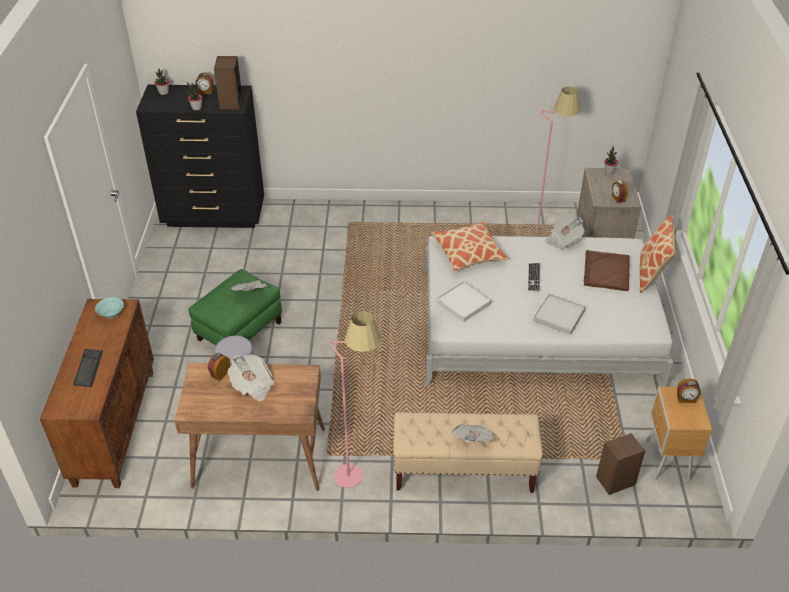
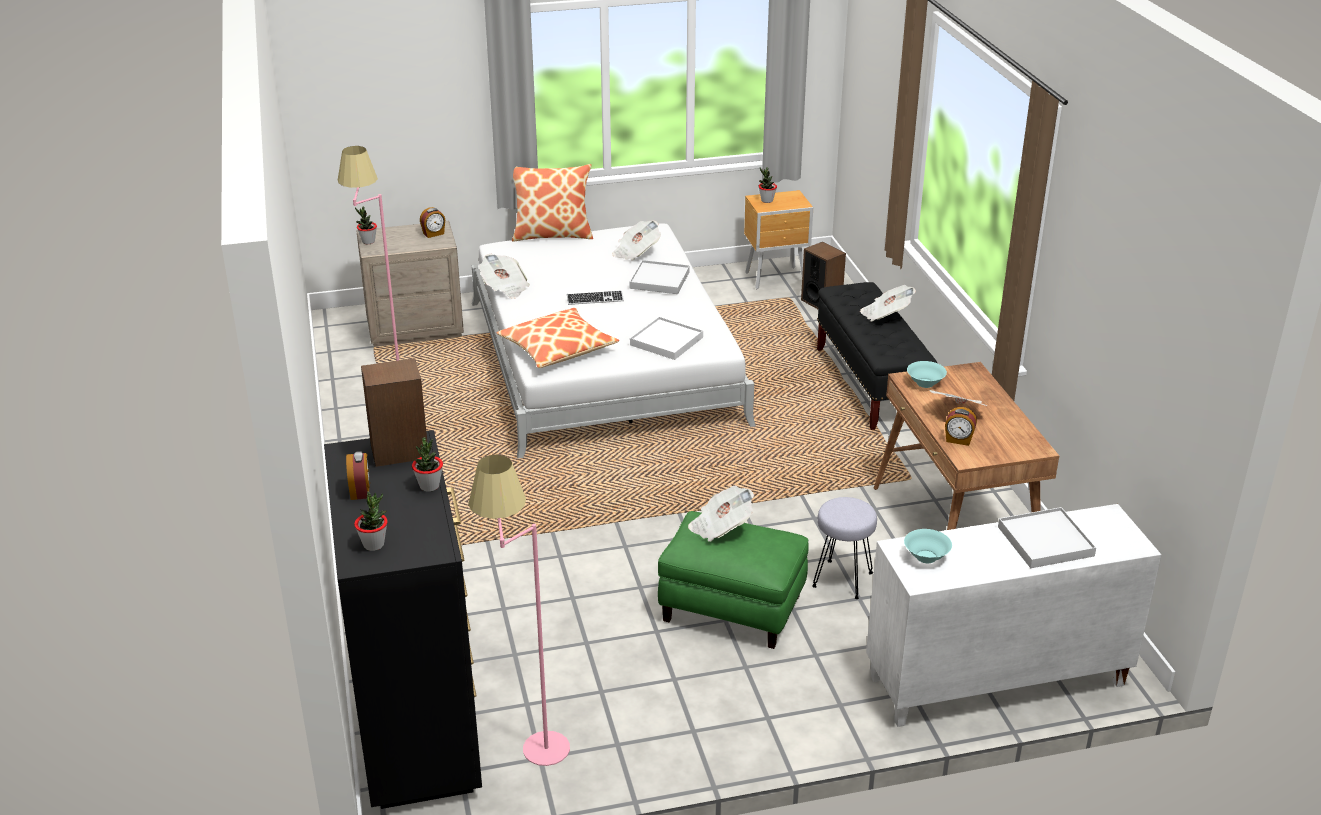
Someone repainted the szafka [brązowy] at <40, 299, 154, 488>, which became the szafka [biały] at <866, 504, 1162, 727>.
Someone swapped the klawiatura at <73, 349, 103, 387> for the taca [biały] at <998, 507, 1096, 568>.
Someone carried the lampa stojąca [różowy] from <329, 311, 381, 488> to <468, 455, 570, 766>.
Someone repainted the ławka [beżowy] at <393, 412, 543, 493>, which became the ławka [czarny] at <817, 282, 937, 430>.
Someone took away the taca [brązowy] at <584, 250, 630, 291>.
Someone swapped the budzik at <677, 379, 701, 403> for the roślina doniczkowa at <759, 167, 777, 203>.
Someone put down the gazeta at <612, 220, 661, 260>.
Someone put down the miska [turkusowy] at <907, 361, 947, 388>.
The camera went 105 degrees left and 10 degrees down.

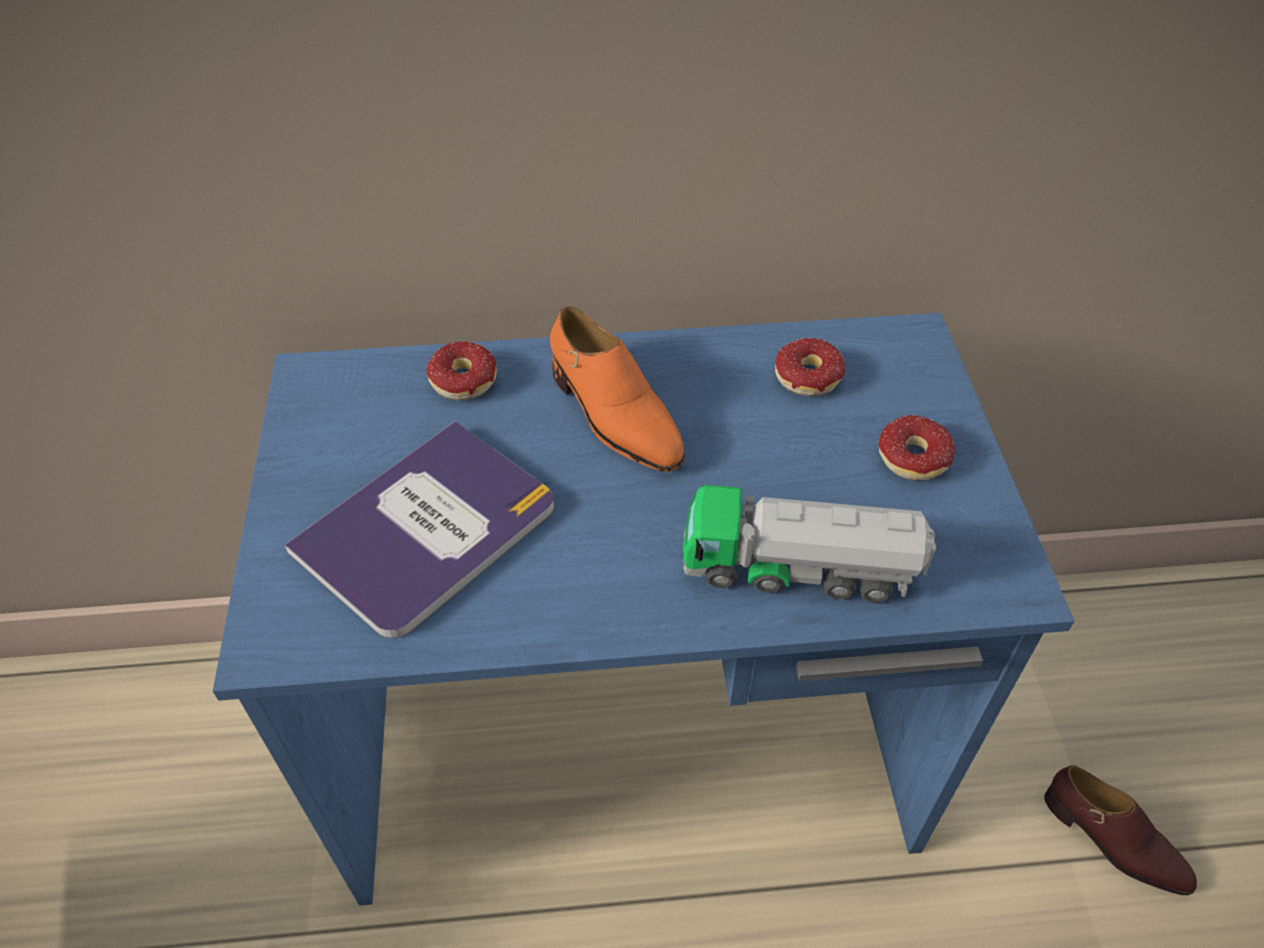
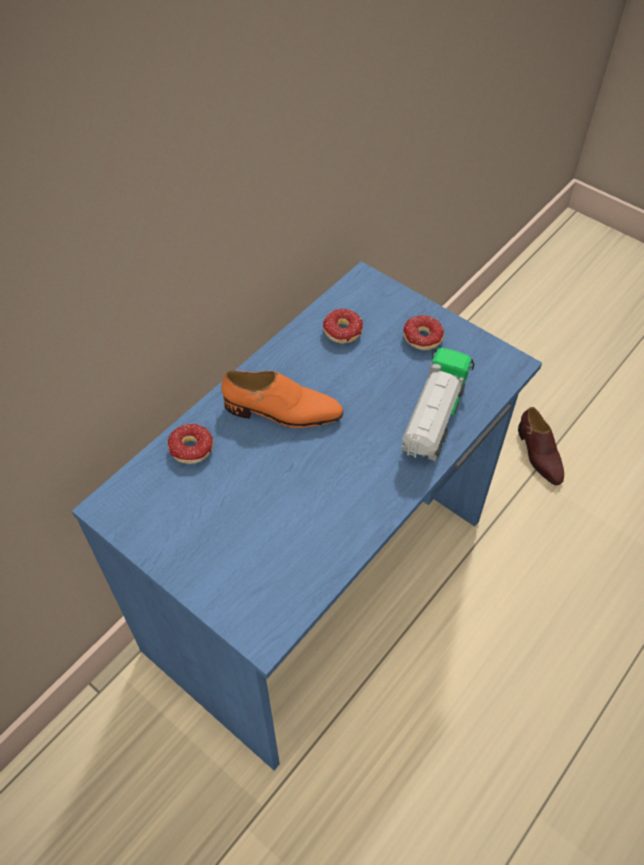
Someone took away the książka at <285, 421, 554, 639>.
Someone rotated the ciężarówka zabawkowa at <683, 484, 936, 603> by 150 degrees clockwise.
Someone rotated the but [brązowy] at <1044, 765, 1197, 895> by 75 degrees clockwise.
The camera went 45 degrees left and 5 degrees up.

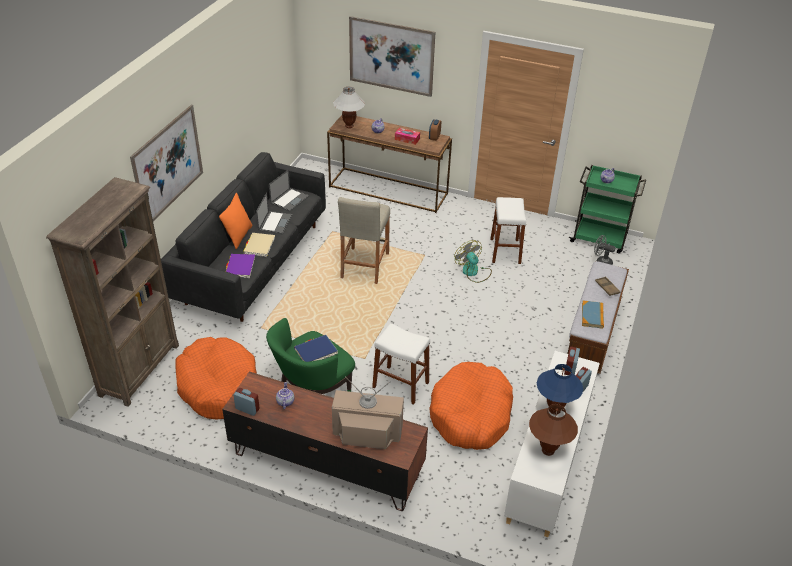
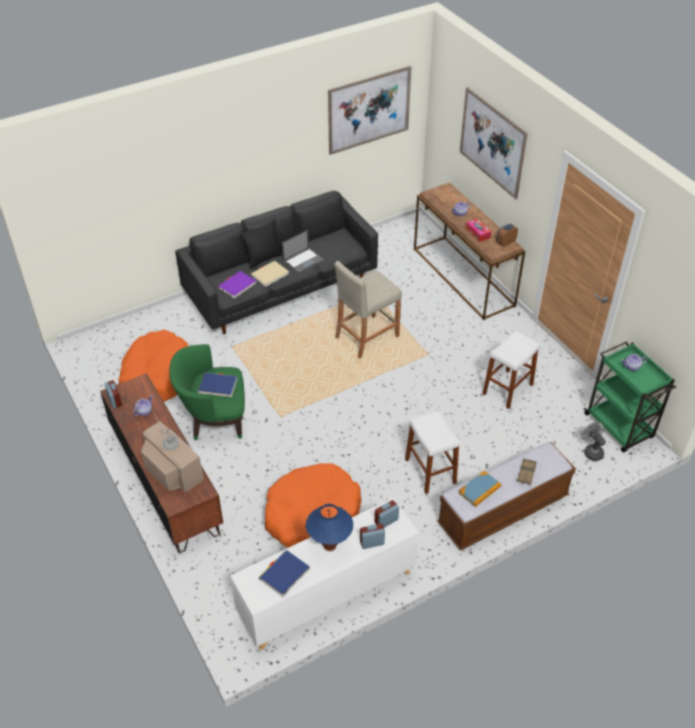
Someone took away the regał [brązowy] at <46, 177, 179, 407>.
Someone carried the obraz from <130, 105, 203, 221> to <328, 66, 412, 155>.
Someone repainted the poduszka [pomarańczowy] at <219, 193, 252, 249>, which became the poduszka [czarny] at <240, 219, 283, 269>.
Someone took away the laptop at <269, 170, 309, 212>.
Someone took away the lampa stołowa [biały] at <333, 86, 365, 128>.
Someone carried the stołek [biały] from <372, 323, 430, 405> to <405, 410, 460, 494>.
Someone took away the wentylator at <454, 240, 492, 283>.
Someone swapped the lampa stołowa [brązowy] at <529, 404, 578, 456> for the książka [niebieski] at <259, 550, 310, 597>.
The camera went 40 degrees right and 5 degrees up.

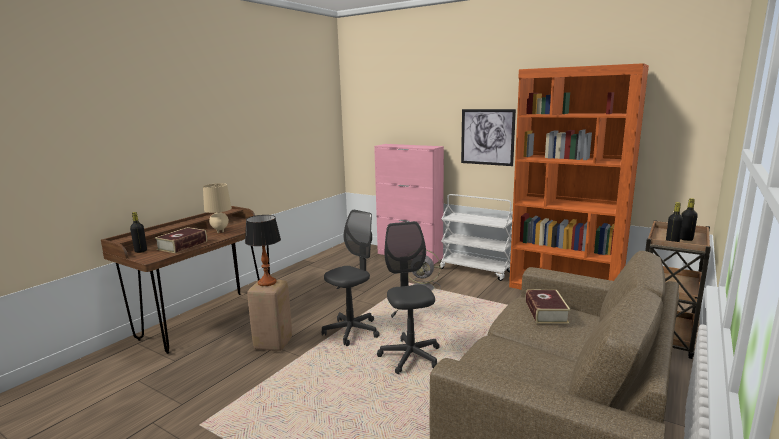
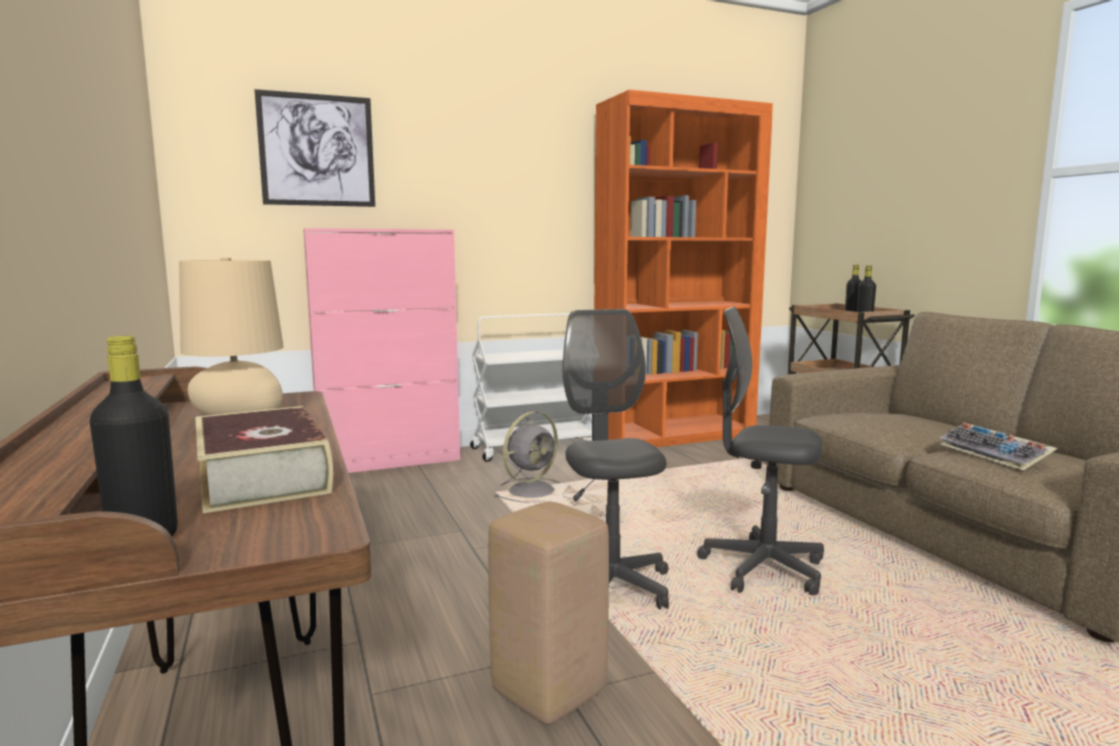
Someone took away the lampa stołowa at <245, 215, 281, 286>.
Someone carried the obraz from <461, 109, 516, 166> to <255, 89, 375, 207>.
Someone took away the książka at <526, 290, 570, 324>.
Someone put down the klawiatura at <940, 422, 1058, 470>.
The camera went 55 degrees left and 5 degrees down.

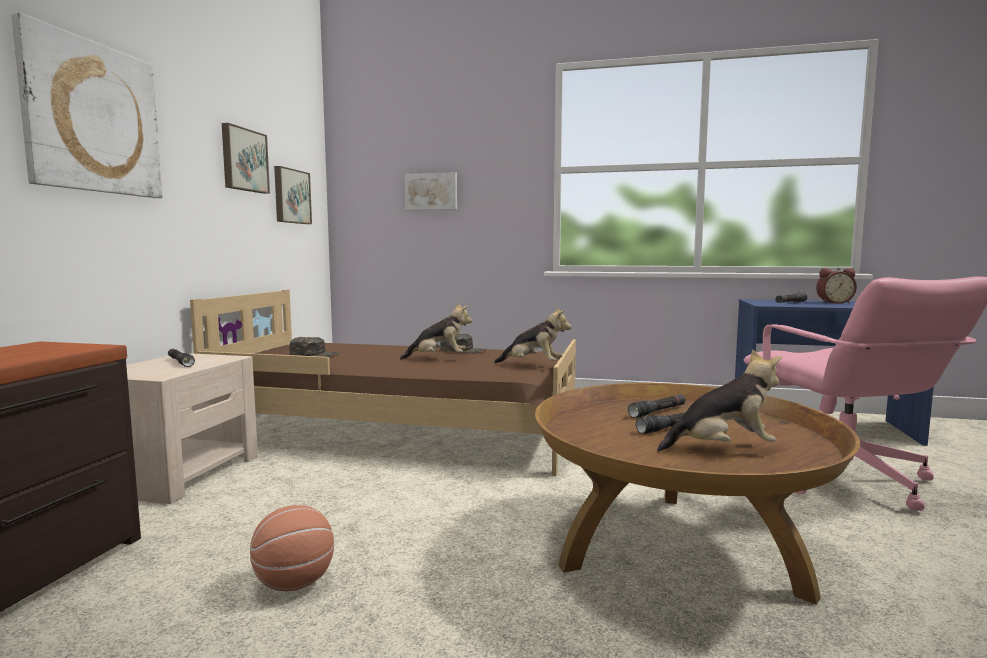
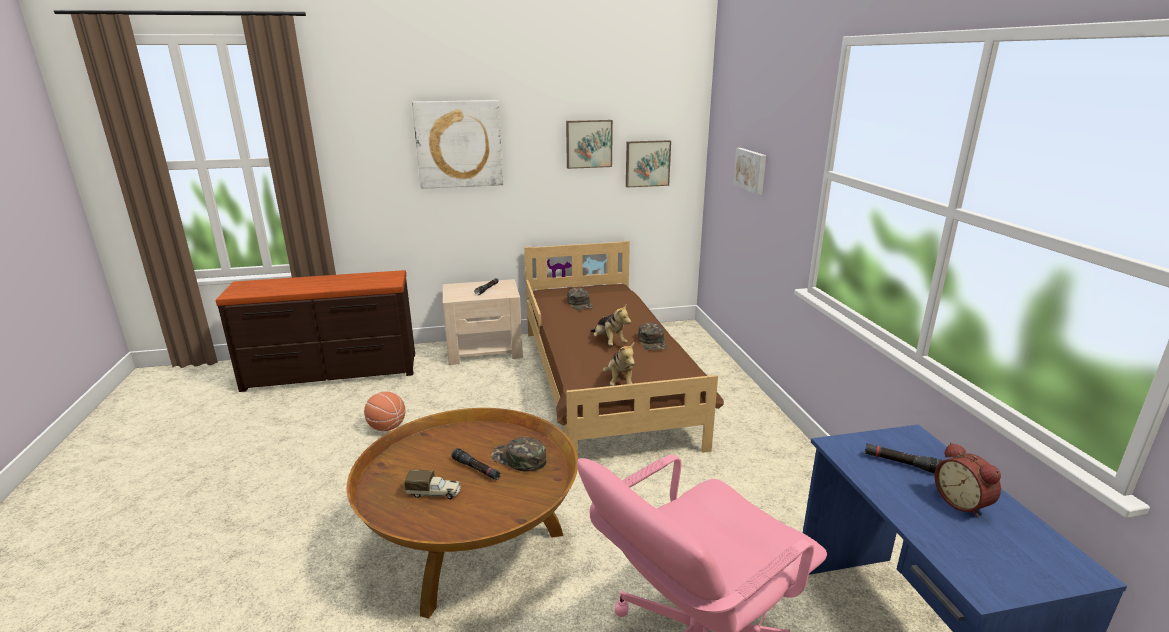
Someone swapped the latarka [czarny] at <628, 395, 686, 418> for the czapka z daszkiem [zielony] at <491, 437, 547, 472>.
Someone swapped the pluszak at <657, 349, 782, 452> for the ciężarówka zabawkowa at <404, 470, 461, 500>.
The camera went 65 degrees right and 15 degrees up.

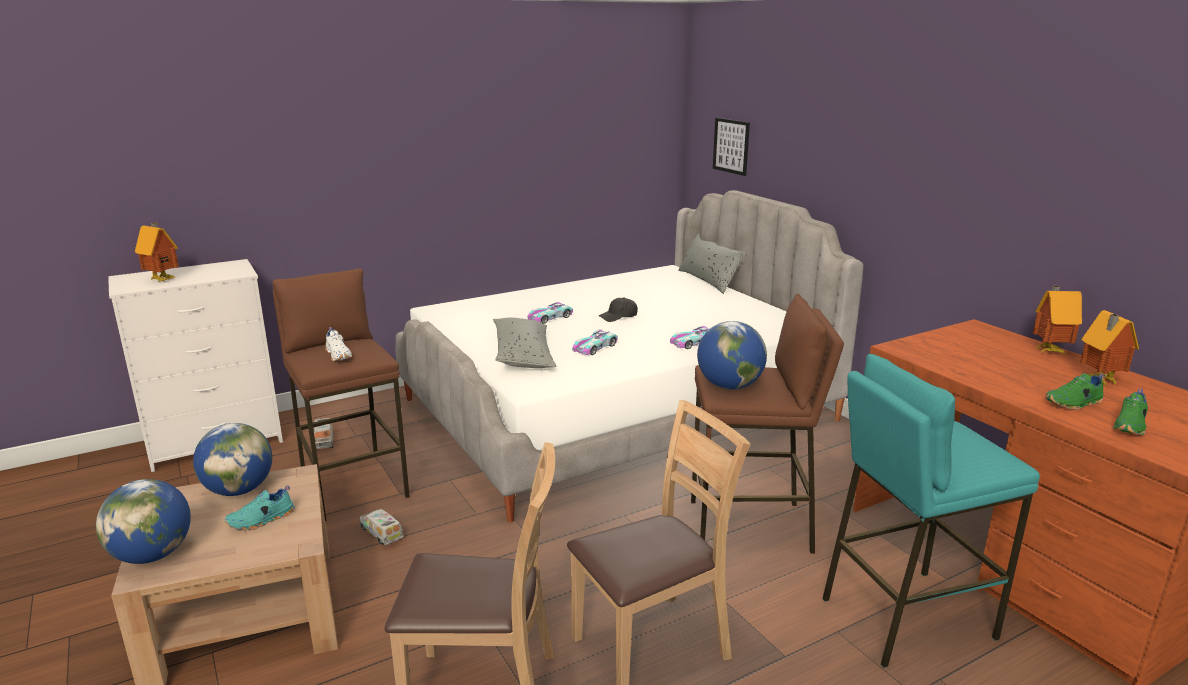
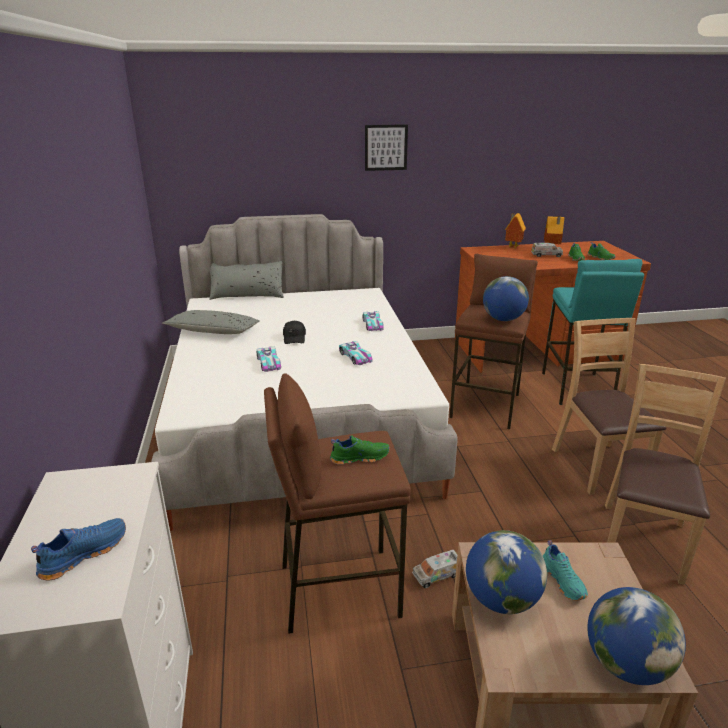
Someone swapped the domek at <135, 222, 179, 282> for the but [niebieski] at <31, 518, 126, 580>.
Someone carried the ciężarówka zabawkowa from <314, 418, 333, 450> to <531, 243, 563, 257>.
Someone repainted the but [biały] at <325, 327, 352, 361>, which became the but [zielony] at <330, 435, 389, 465>.
Someone carried the poduszka [szary] from <493, 318, 556, 368> to <163, 310, 260, 334>.
Someone carried the obraz from <713, 118, 750, 176> to <365, 124, 408, 171>.
The camera went 70 degrees left and 5 degrees up.

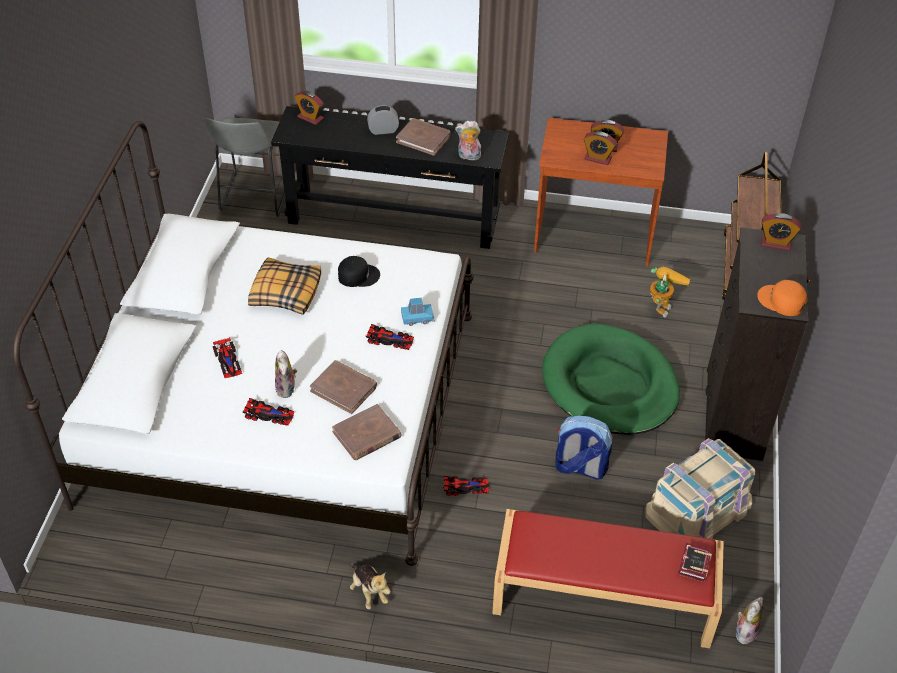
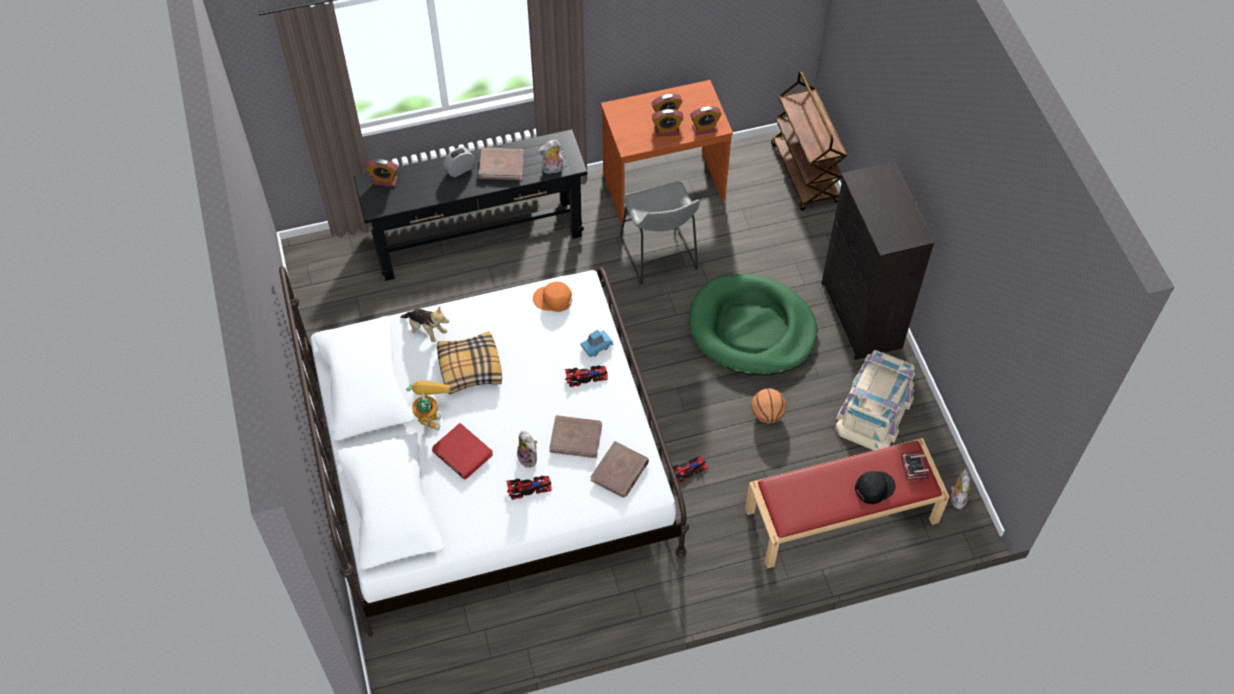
Someone carried the stołek [szary] from <205, 117, 285, 217> to <620, 182, 700, 285>.
Someone swapped the samochodzik at <213, 338, 242, 378> for the książka [czerwony] at <432, 423, 493, 479>.
Someone carried the czapka z daszkiem [czarny] from <338, 256, 380, 287> to <855, 471, 895, 504>.
Someone carried the pluszak from <349, 563, 391, 609> to <400, 306, 449, 342>.
Someone swapped the plecak at <555, 416, 612, 480> for the piłka do koszykówki at <751, 388, 786, 423>.
Someone carried the robot zabawkowy from <650, 267, 691, 317> to <406, 381, 451, 430>.
Someone carried the czapka z daszkiem [pomarańczowy] from <757, 280, 807, 316> to <533, 282, 572, 312>.
Someone carried the budzik from <761, 213, 801, 251> to <690, 106, 722, 135>.
The camera went 25 degrees left and 10 degrees up.

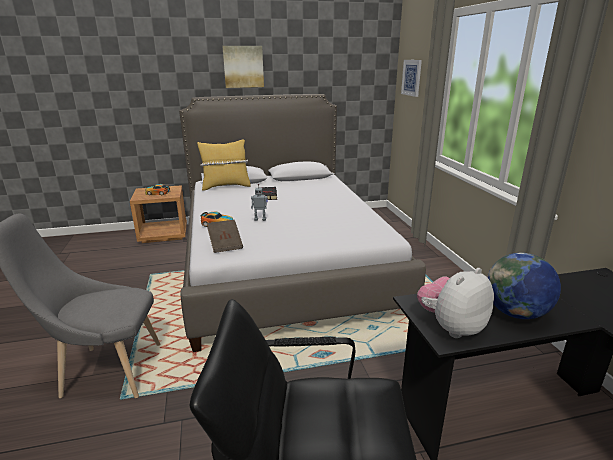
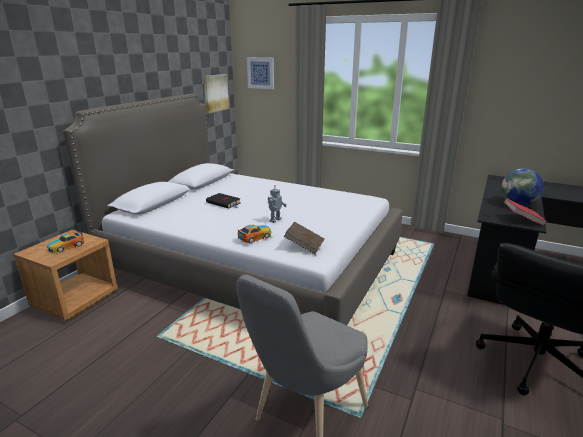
Someone took away the poduszka [żółty] at <197, 139, 251, 191>.
Someone carried the obraz from <222, 46, 264, 88> to <203, 74, 229, 113>.
Someone swapped the pluszak at <417, 268, 494, 338> for the książka [czerwony] at <503, 198, 547, 226>.
The camera went 50 degrees left and 0 degrees up.

